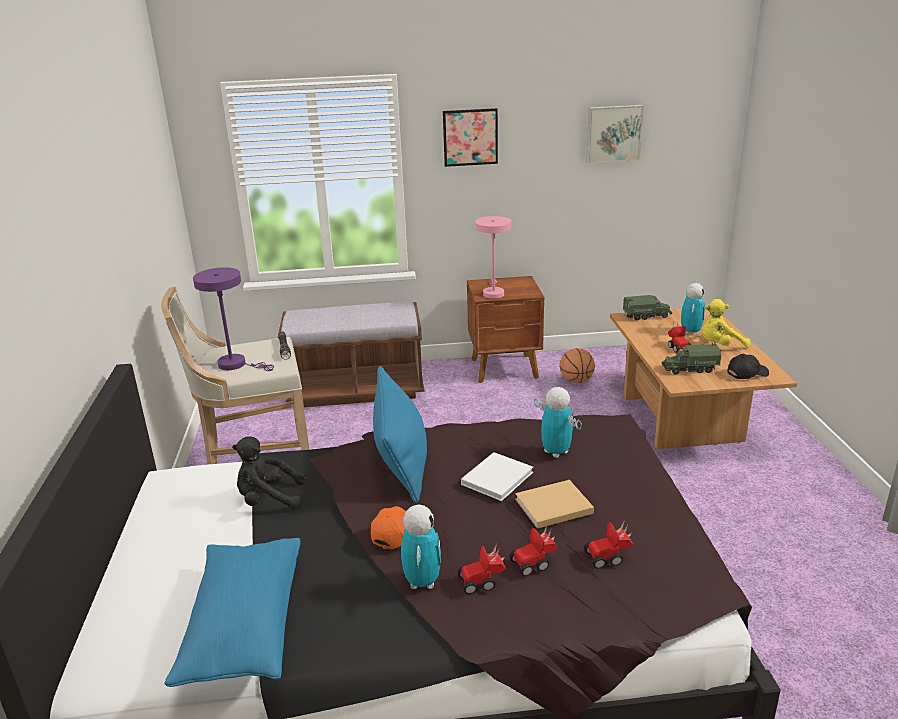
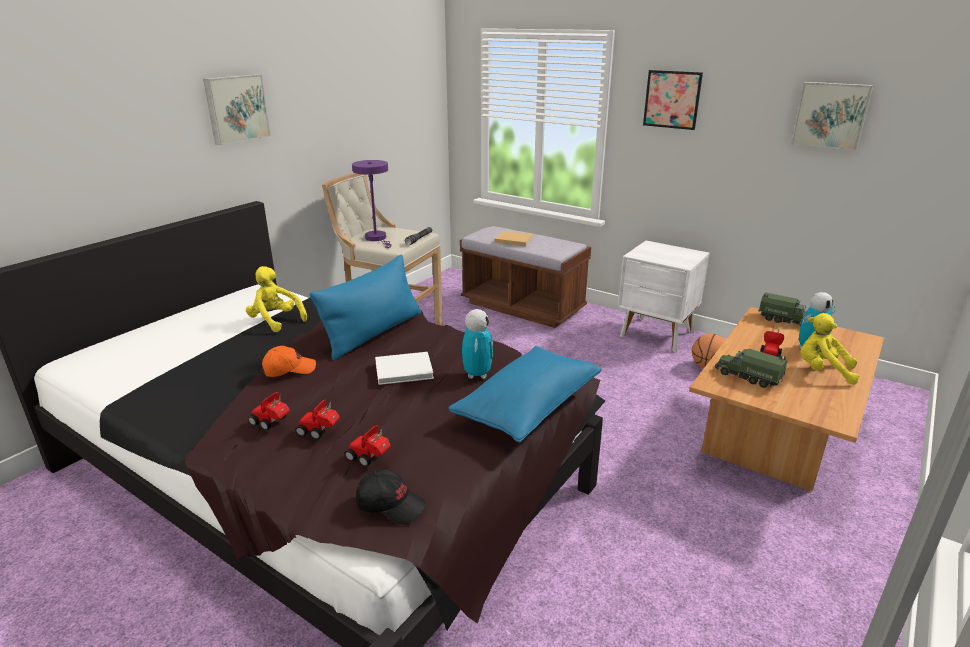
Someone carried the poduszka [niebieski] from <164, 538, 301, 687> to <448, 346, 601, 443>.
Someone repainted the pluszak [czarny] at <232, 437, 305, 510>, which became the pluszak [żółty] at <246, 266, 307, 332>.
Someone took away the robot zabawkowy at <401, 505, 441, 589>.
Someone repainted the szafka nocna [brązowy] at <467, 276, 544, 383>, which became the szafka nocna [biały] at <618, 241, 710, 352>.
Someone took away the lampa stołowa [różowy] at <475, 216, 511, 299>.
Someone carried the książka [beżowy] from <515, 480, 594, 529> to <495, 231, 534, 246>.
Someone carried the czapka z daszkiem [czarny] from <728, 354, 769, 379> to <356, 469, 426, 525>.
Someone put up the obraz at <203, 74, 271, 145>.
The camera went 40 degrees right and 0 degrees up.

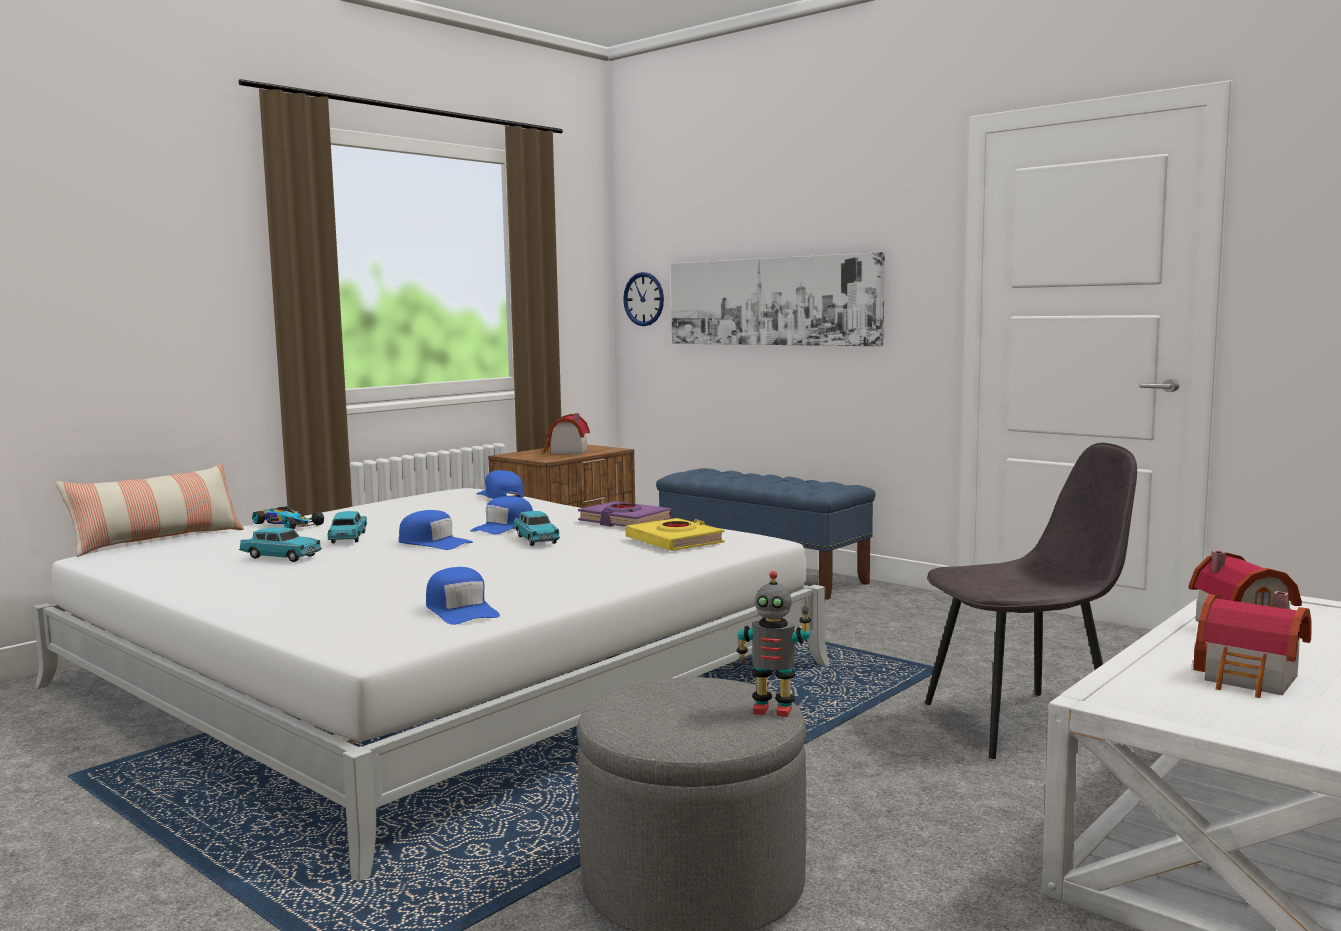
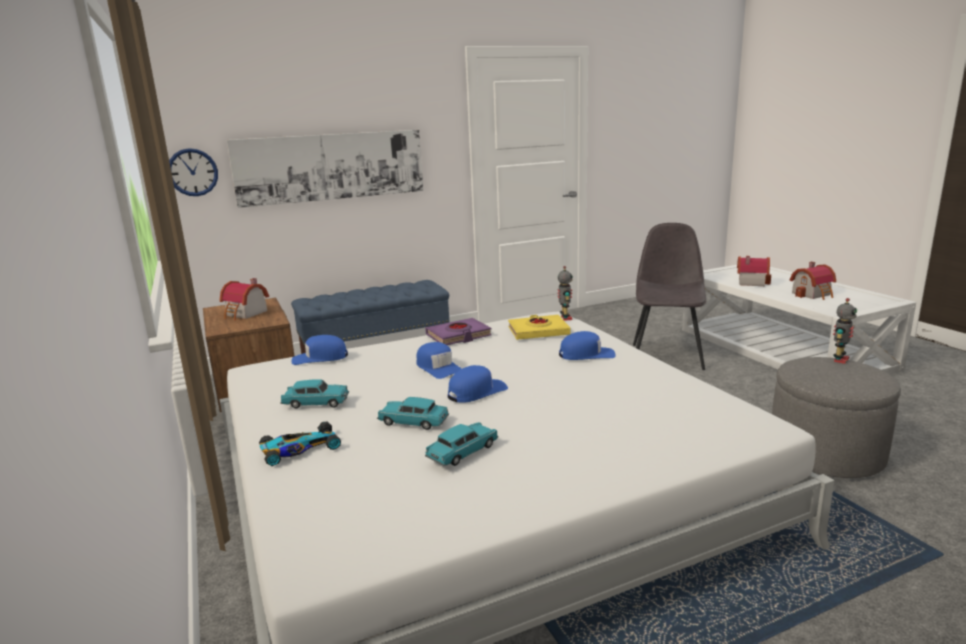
Someone took away the poduszka at <56, 464, 244, 557>.
Someone carried the czapka z daszkiem [niebieski] from <426, 567, 500, 625> to <559, 331, 616, 360>.
Someone carried the samochodzik [turkusowy] from <513, 511, 560, 546> to <280, 380, 349, 408>.
Someone put down the robot zabawkowy at <557, 266, 573, 321>.
The camera went 65 degrees left and 10 degrees up.

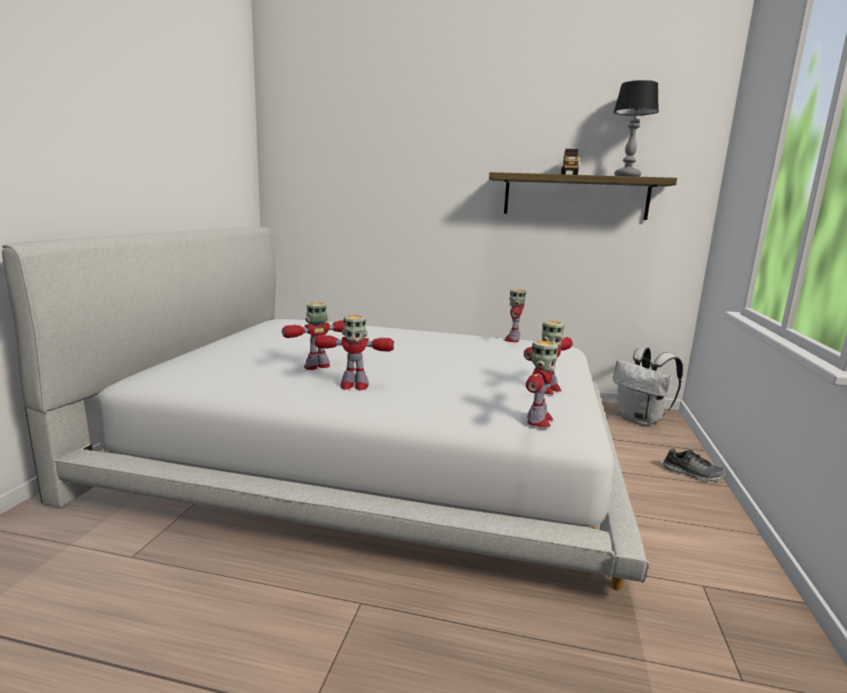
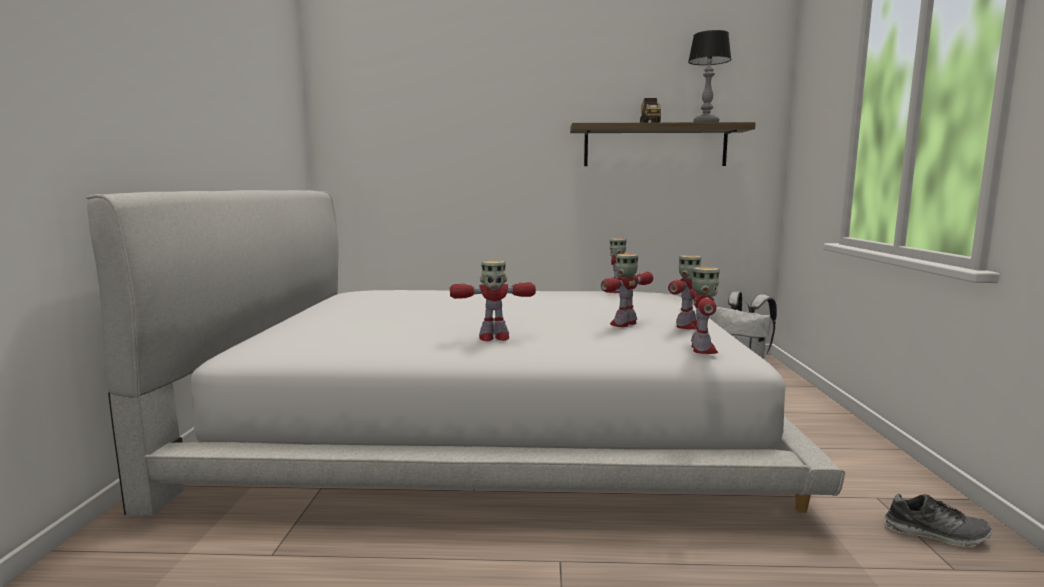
Someone carried the robot zabawkowy from <282, 302, 344, 370> to <601, 254, 653, 327>.
Someone carried the but from <662, 448, 726, 482> to <884, 494, 992, 548>.
The camera went 10 degrees left and 5 degrees down.

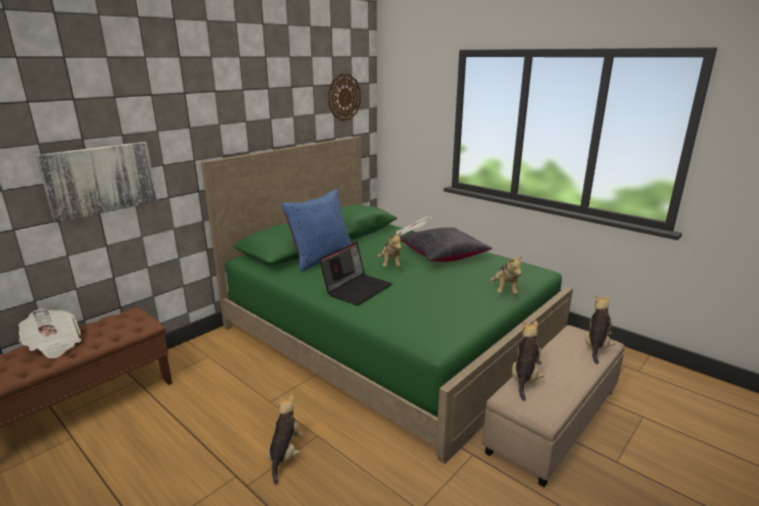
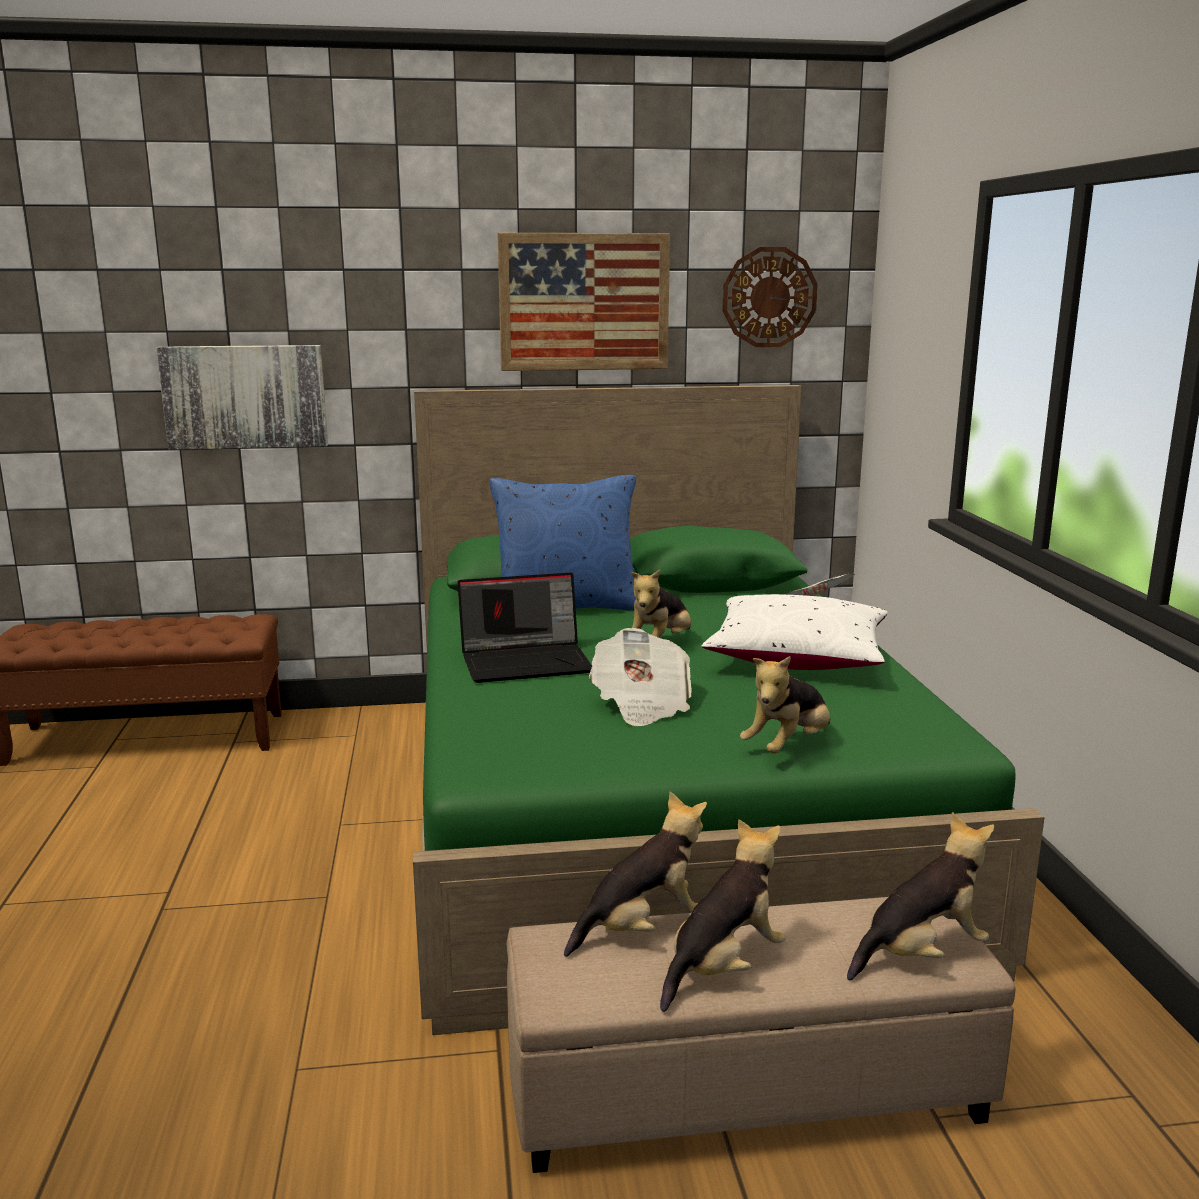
Someone carried the gazeta from <18, 309, 82, 359> to <589, 628, 692, 726>.
Someone carried the pluszak from <267, 394, 303, 485> to <660, 819, 785, 1012>.
Someone repainted the poduszka [czarny] at <400, 227, 492, 262>, which became the poduszka [biały] at <702, 594, 888, 670>.
Someone put up the obraz at <497, 233, 670, 371>.
The camera went 40 degrees right and 5 degrees down.

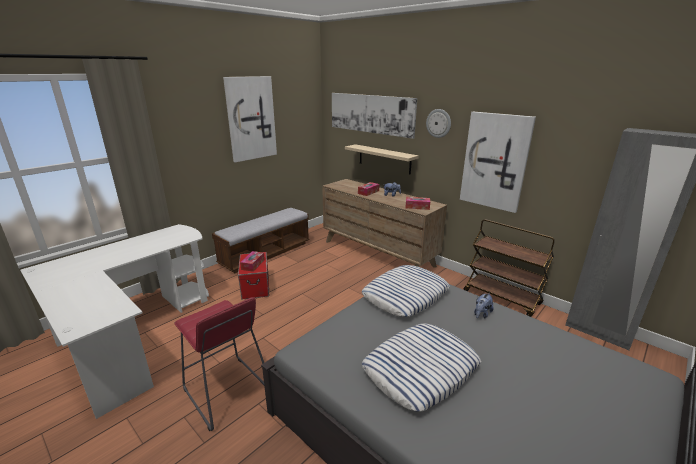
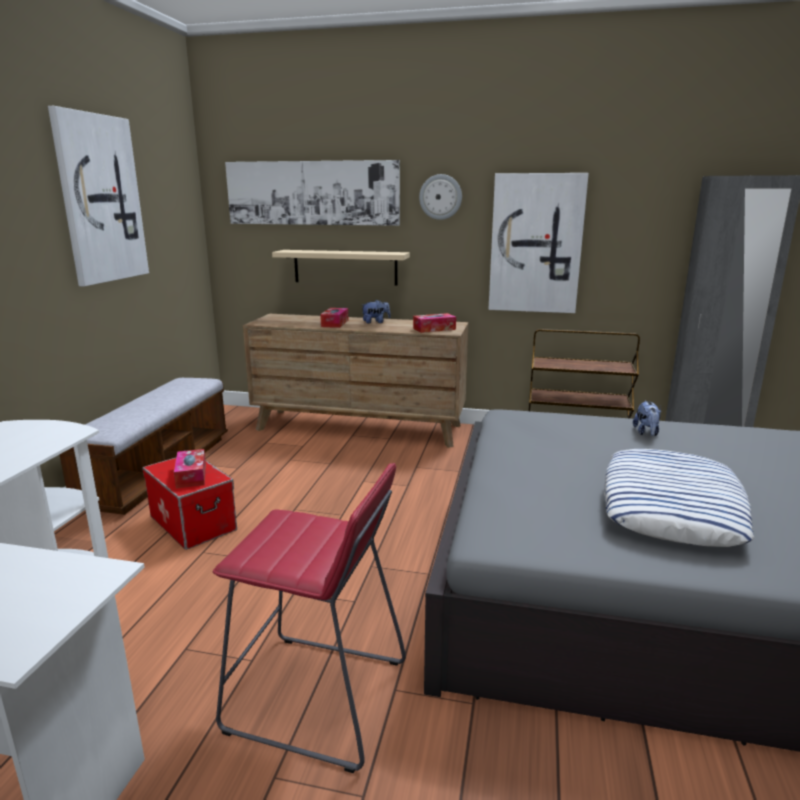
Someone took away the poduszka at <362, 265, 450, 317>.
The camera went 30 degrees left and 5 degrees down.

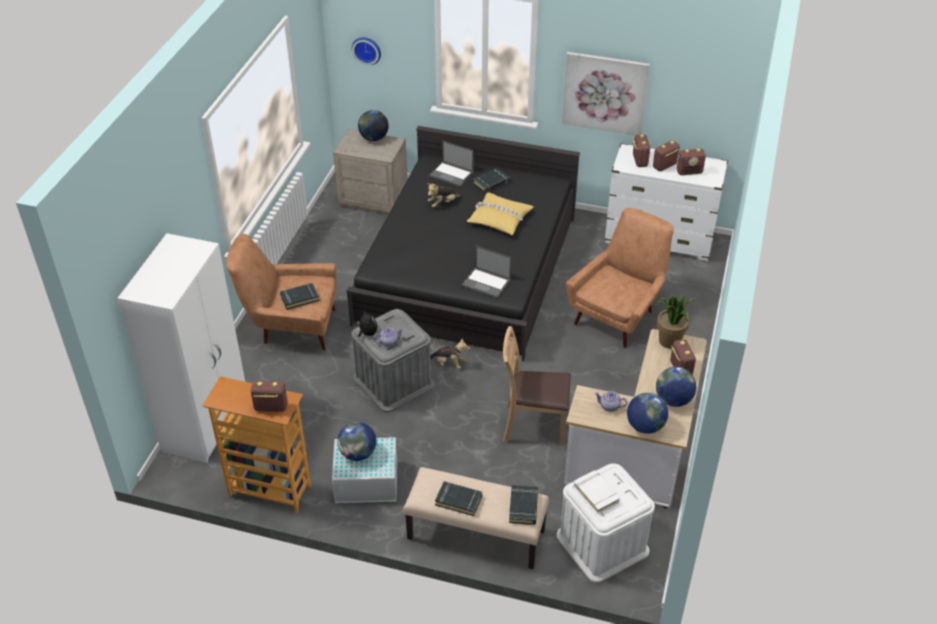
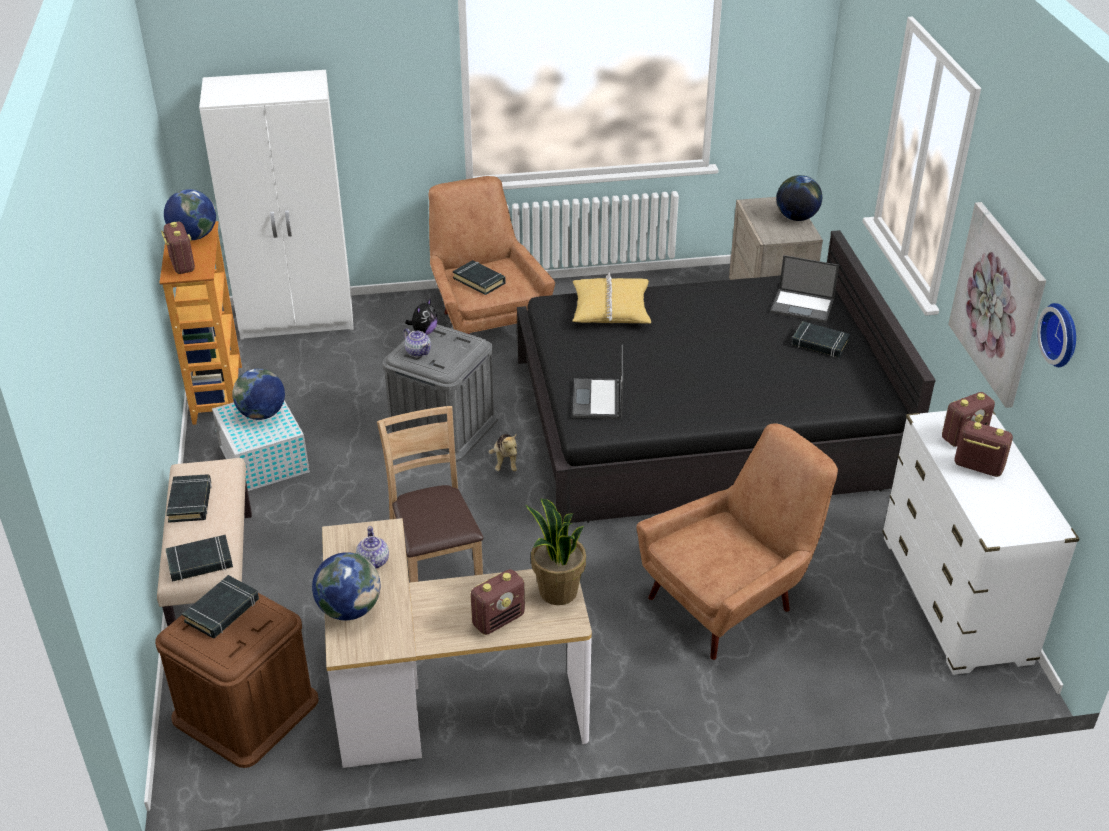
Someone carried the zegar ścienny from <352, 37, 381, 65> to <1037, 303, 1076, 367>.
Someone took away the pluszak at <427, 183, 461, 207>.
Someone rotated the laptop at <429, 140, 474, 187> by 75 degrees counterclockwise.
Someone carried the poduszka [żółty] from <467, 192, 534, 235> to <572, 273, 651, 323>.
Someone repainted the pojemnik do przechowywania [biały] at <557, 463, 655, 583>, which became the pojemnik do przechowywania [brązowy] at <155, 593, 319, 768>.
Someone rotated the fotel [brązowy] at <566, 208, 674, 348> by 45 degrees counterclockwise.
Someone repainted the książka [biały] at <573, 470, 620, 514>, which became the książka [czarny] at <182, 575, 259, 639>.
Someone carried the globus from <656, 367, 696, 407> to <164, 189, 216, 240>.
Someone took away the radio at <677, 149, 706, 175>.
The camera went 65 degrees right and 5 degrees down.

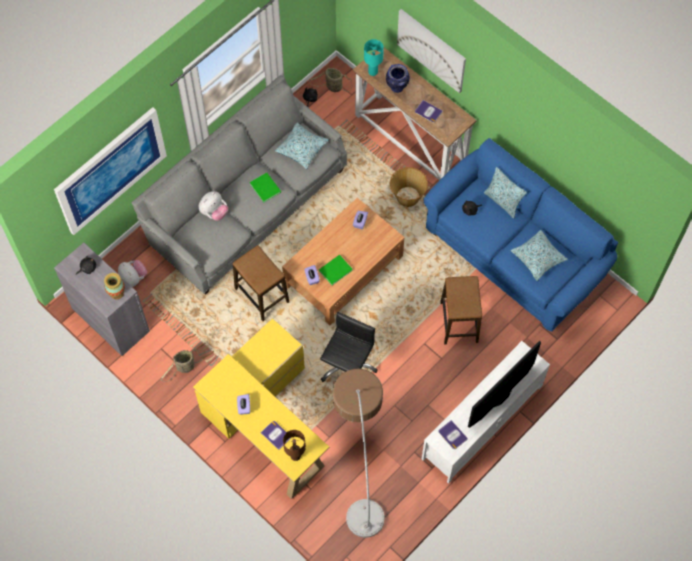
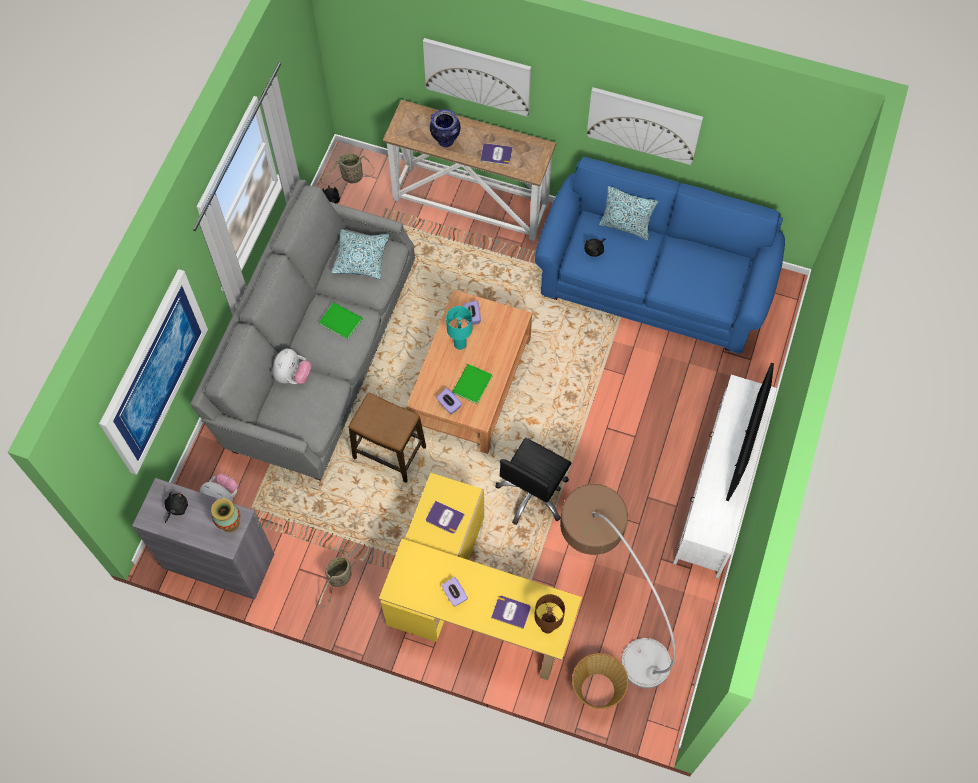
Someone rotated the krzesło biurowe [czarny] at <320, 312, 378, 382> by 150 degrees counterclockwise.
Someone carried the lampa stołowa [turkusowy] from <364, 39, 384, 76> to <446, 306, 472, 350>.
Someone carried the koszyk from <390, 167, 428, 207> to <572, 653, 628, 709>.
Someone carried the książka from <438, 420, 468, 449> to <426, 501, 465, 534>.
Someone took away the stołek at <440, 276, 482, 345>.
Someone took away the poduszka at <510, 230, 568, 281>.
Someone put up the obraz at <587, 87, 703, 165>.
The camera went 25 degrees left and 0 degrees up.

